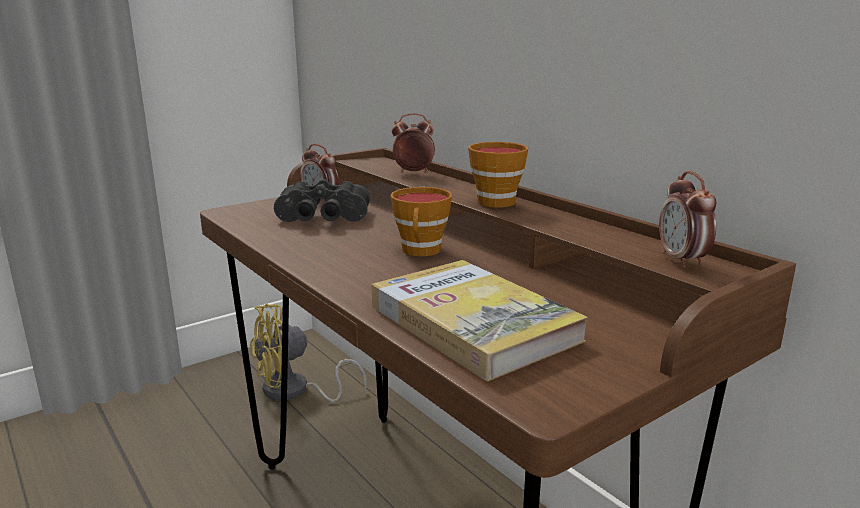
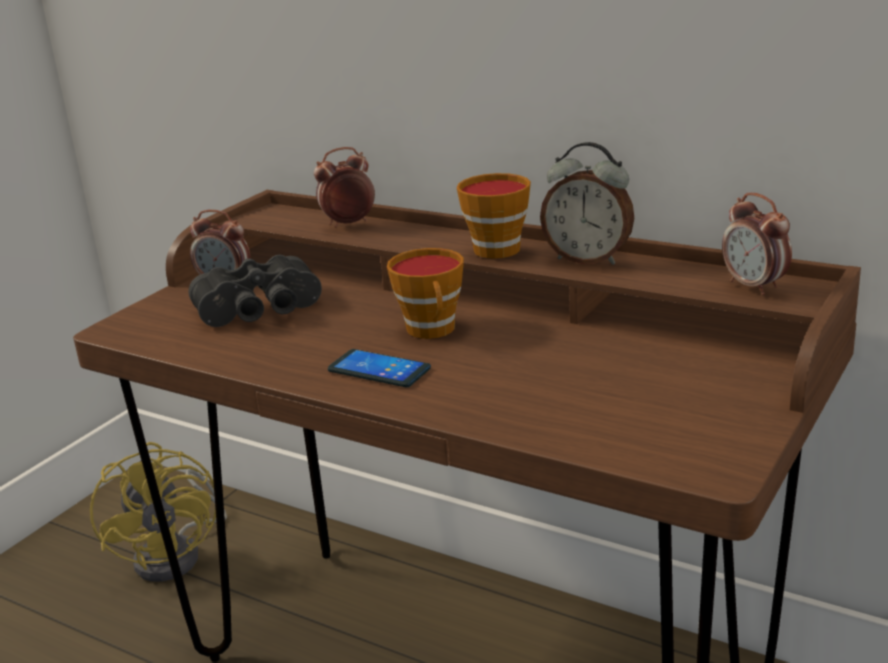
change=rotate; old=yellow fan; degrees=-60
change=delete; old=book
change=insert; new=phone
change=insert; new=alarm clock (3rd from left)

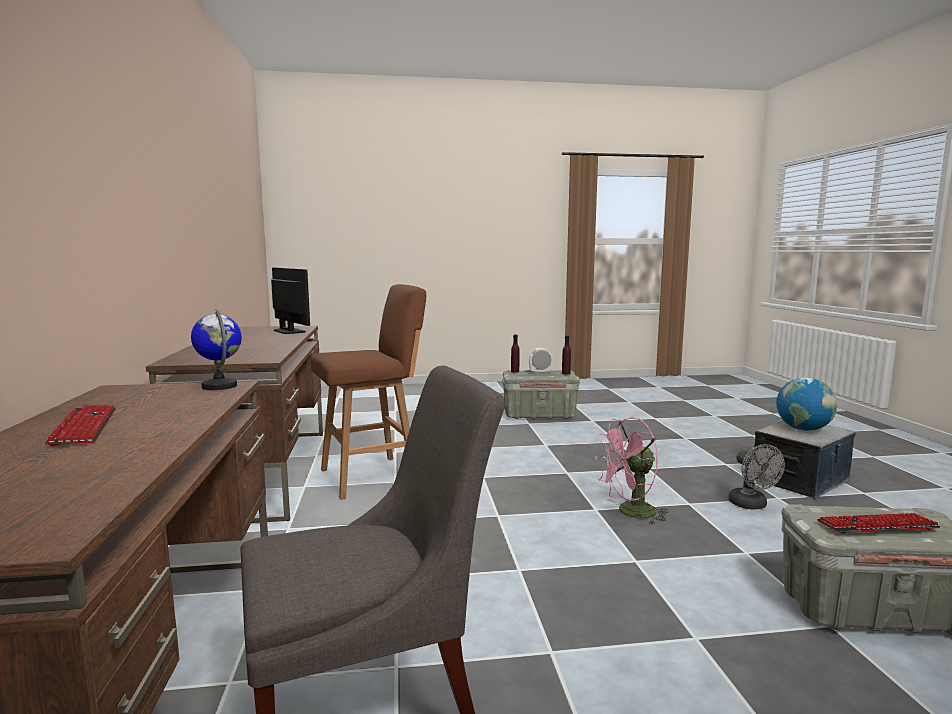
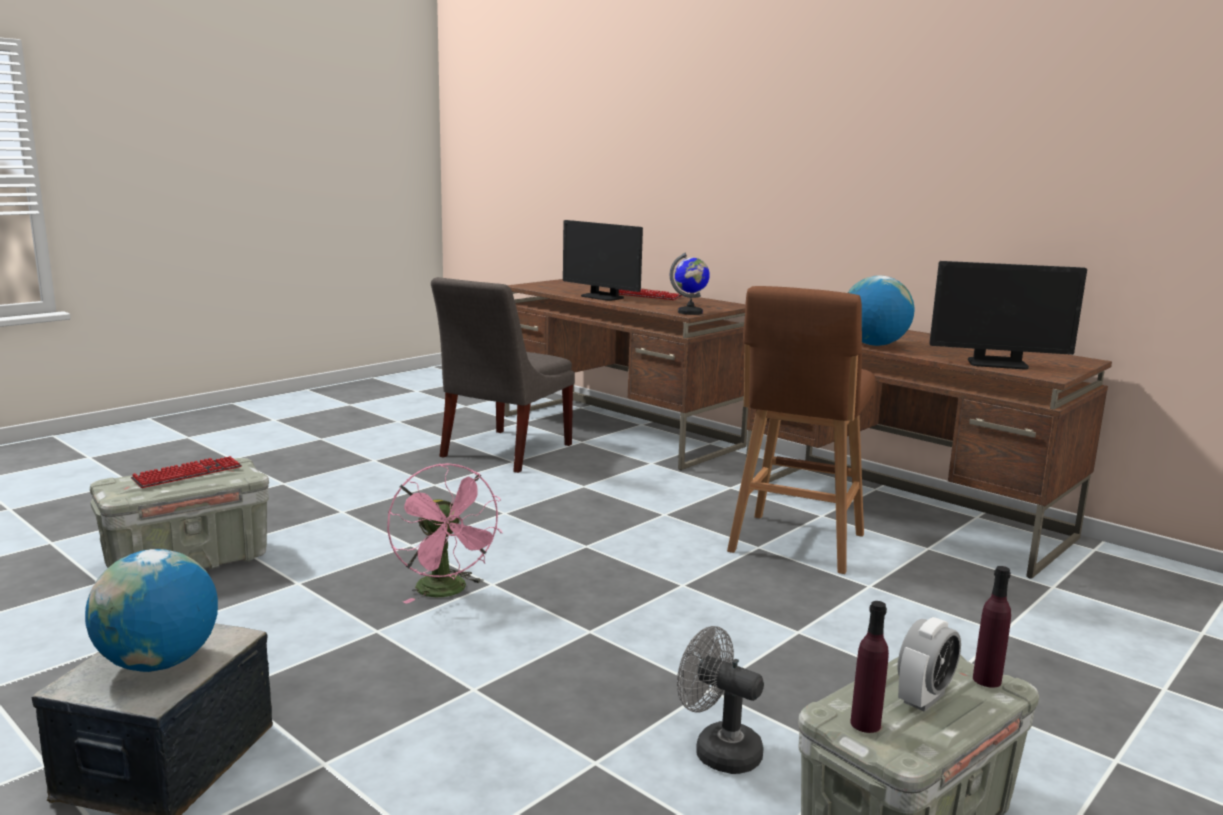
change=rotate; old=pink fan; degrees=120
change=move; old=grey fan
change=insert; new=monitor (1st from left)
change=insert; new=globe (3rd from left)

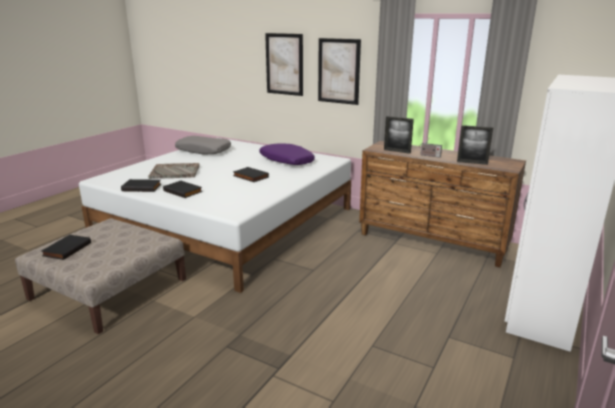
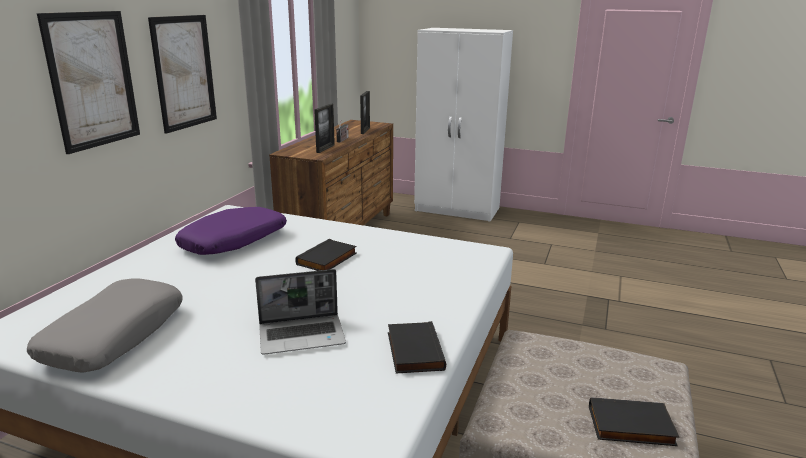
change=replace; old=grey tray; new=laptop
change=delete; old=black book (3rd from left)

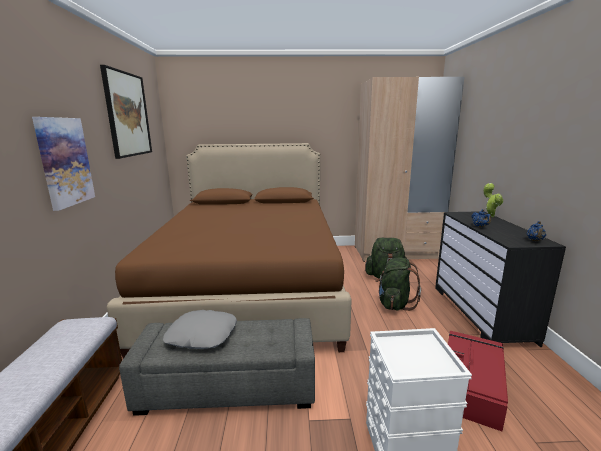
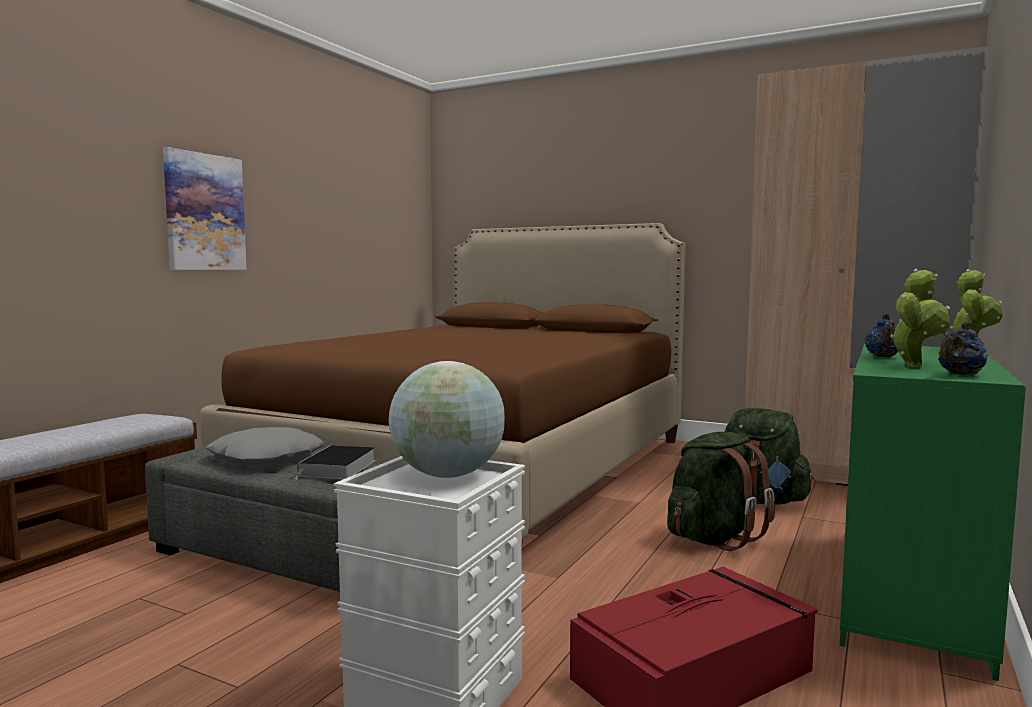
change=delete; old=picture (2nd from left)
change=recolor; old=black dresser; new=green dresser
change=insert; new=book
change=insert; new=globe
change=insert; new=potted plant (1st from left)

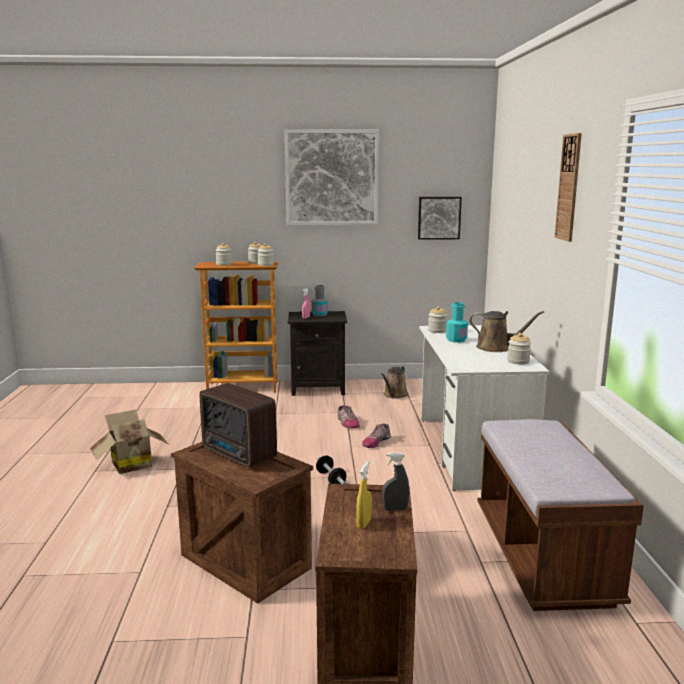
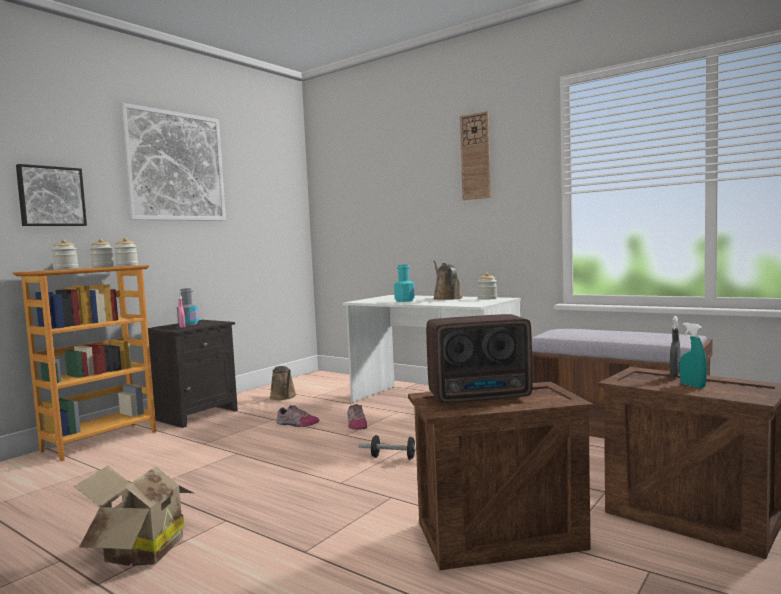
change=recolor; old=yellow spray bottle; new=turquoise spray bottle
change=move; old=picture (2nd from left in the first image); new=picture (1st from left)
change=delete; old=jar (4th from left)
change=rotate; old=brown watering can (2nd from left); degrees=-75

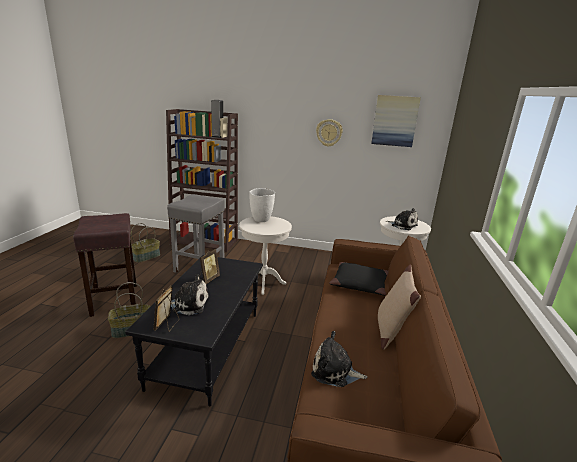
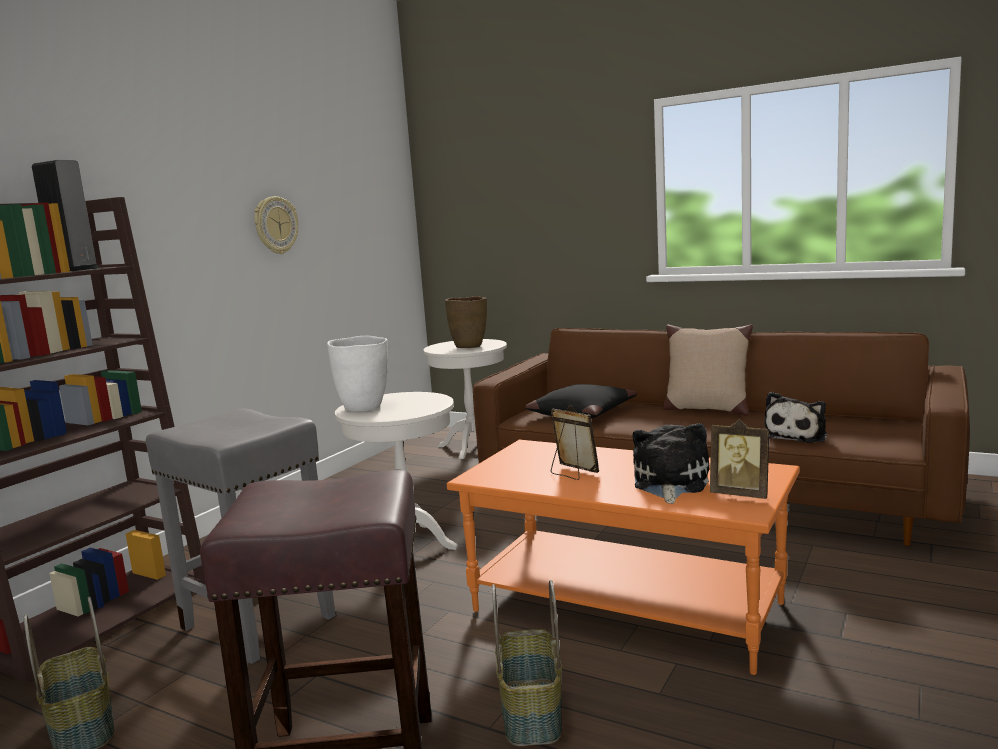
change=recolor; old=black coffee table; new=orange coffee table
change=delete; old=picture
change=replace; old=plush toy (3rd from left); new=brown vase

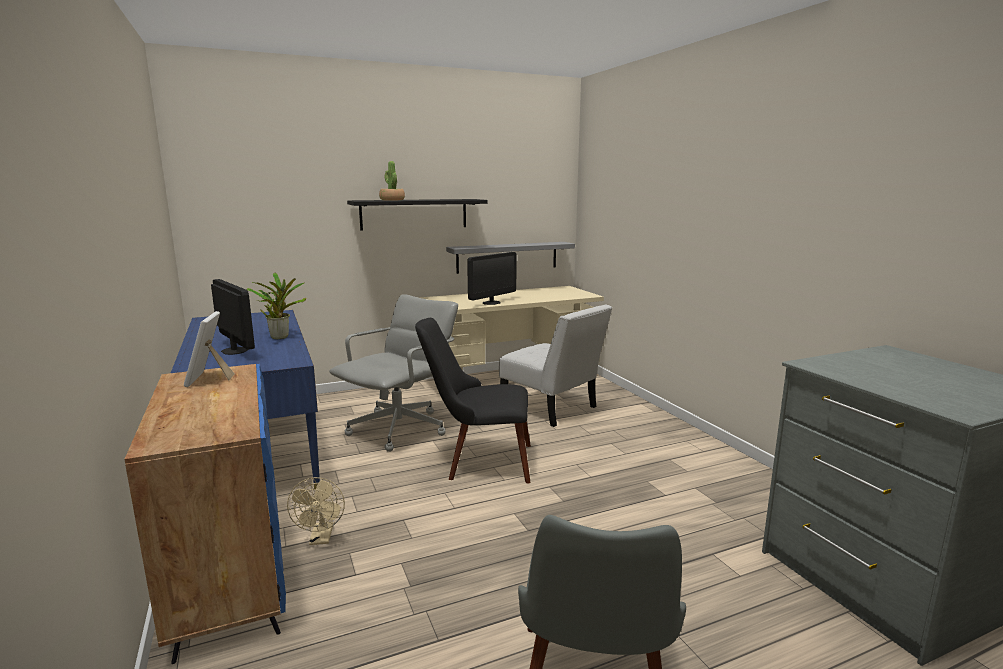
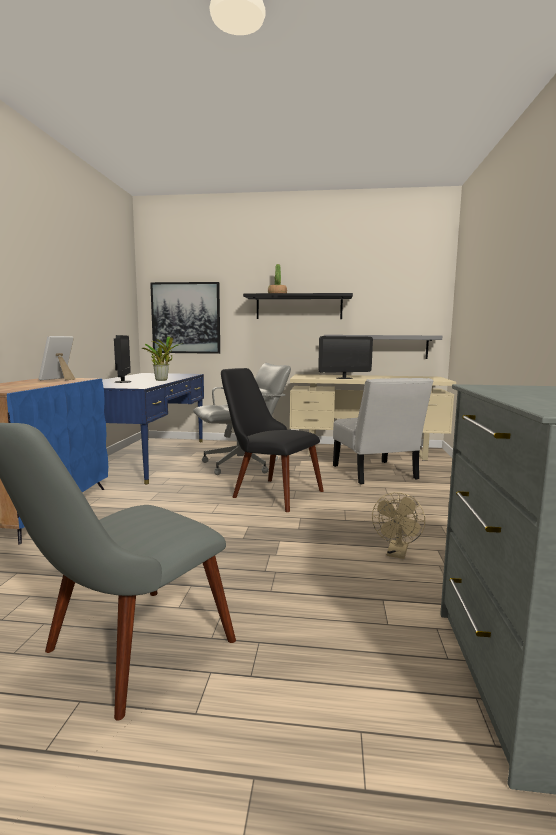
change=move; old=beige fan
change=insert; new=picture

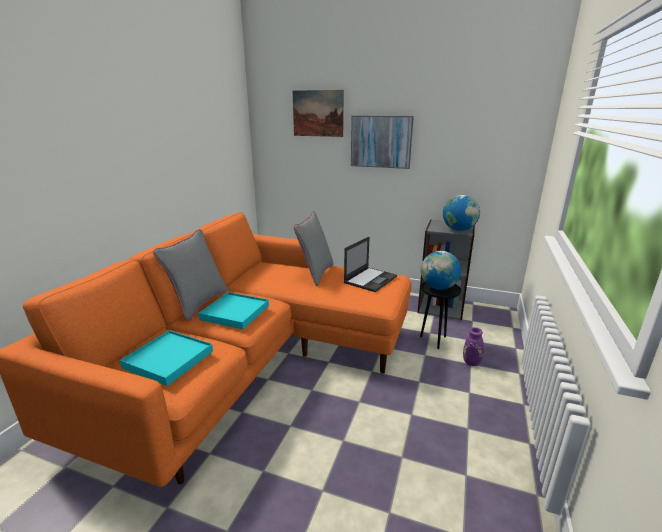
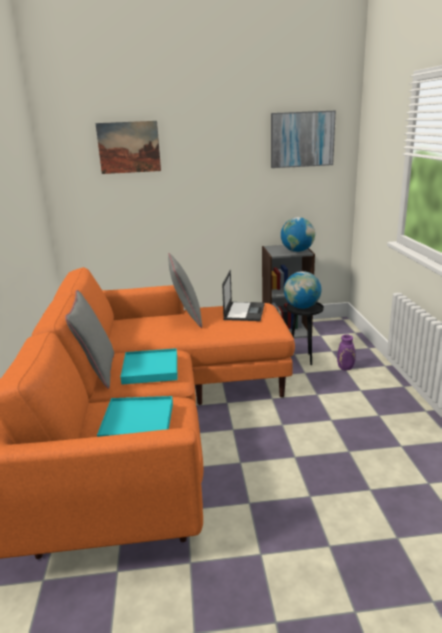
change=move; old=picture (2nd from left)

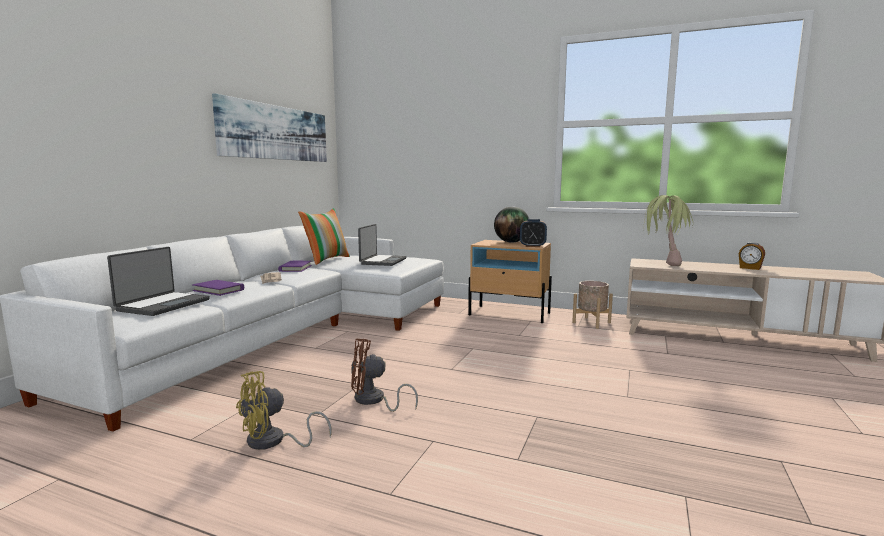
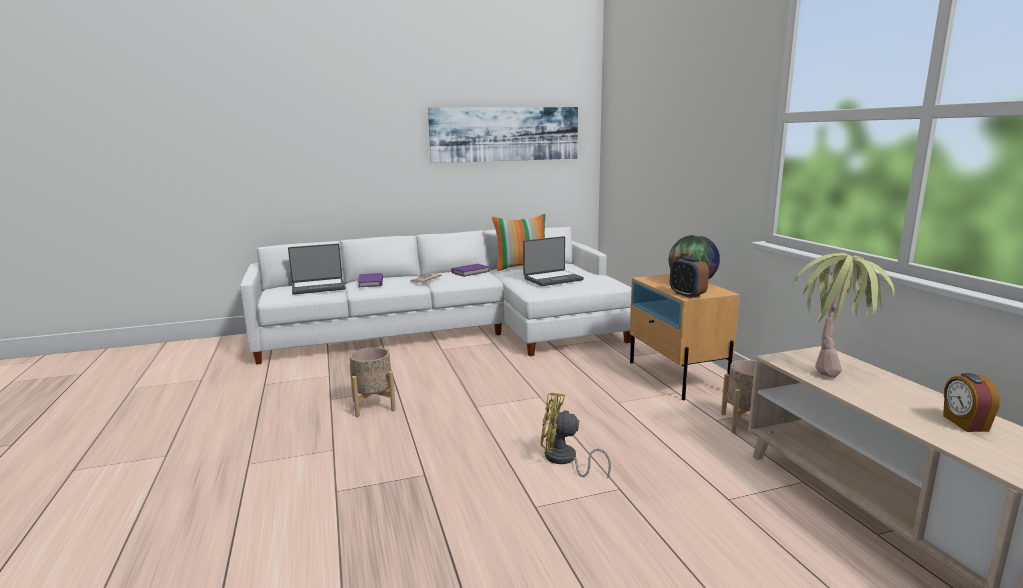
change=move; old=yellow fan
change=replace; old=brown fan; new=beige planter (1st from left)

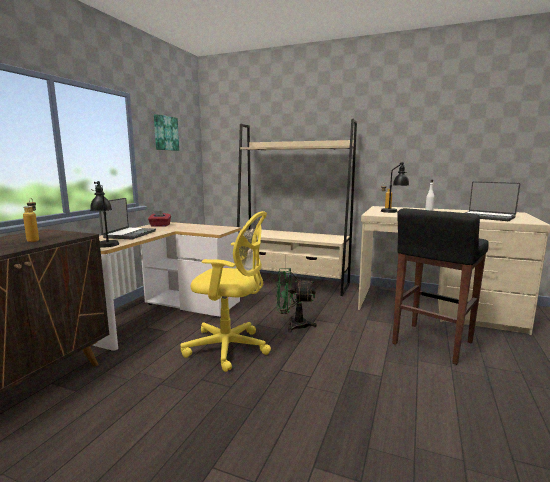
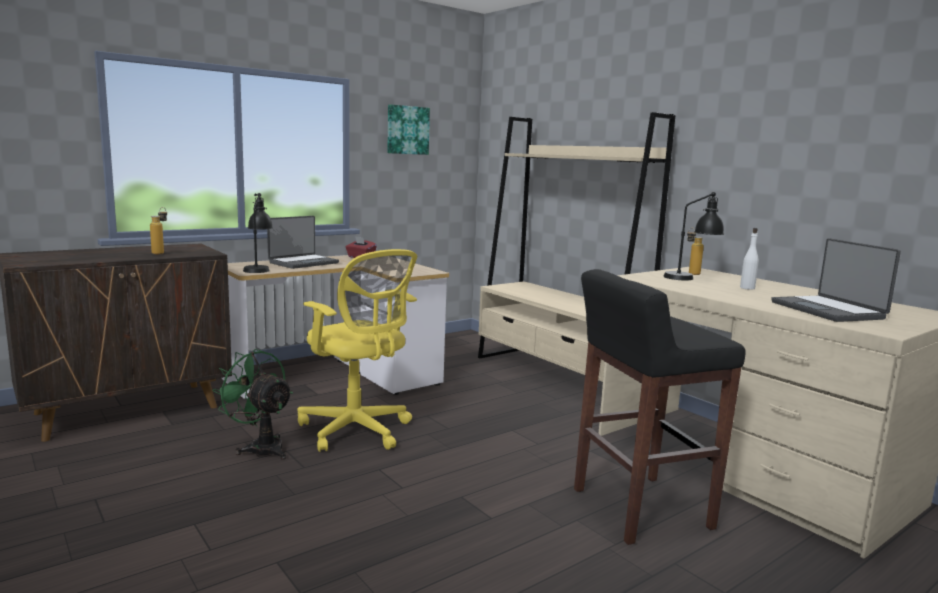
change=move; old=green fan

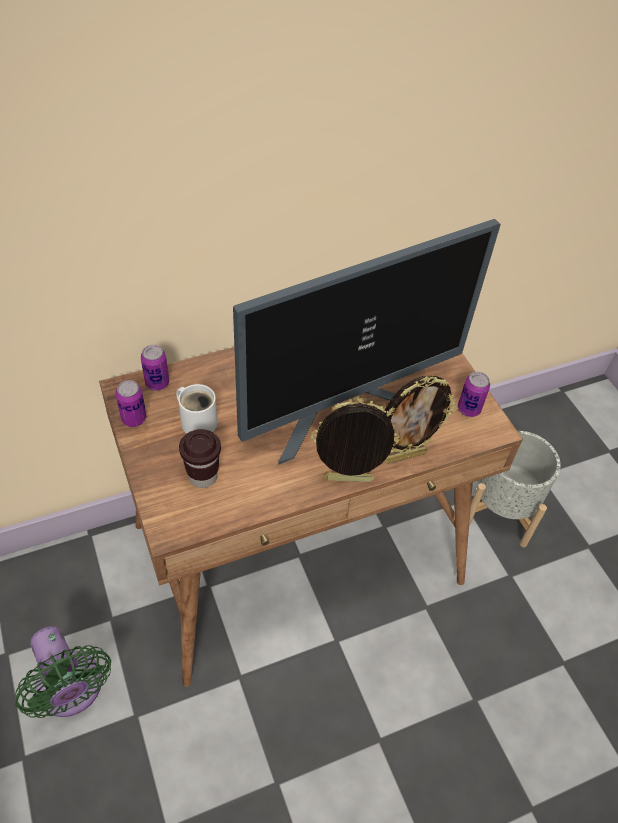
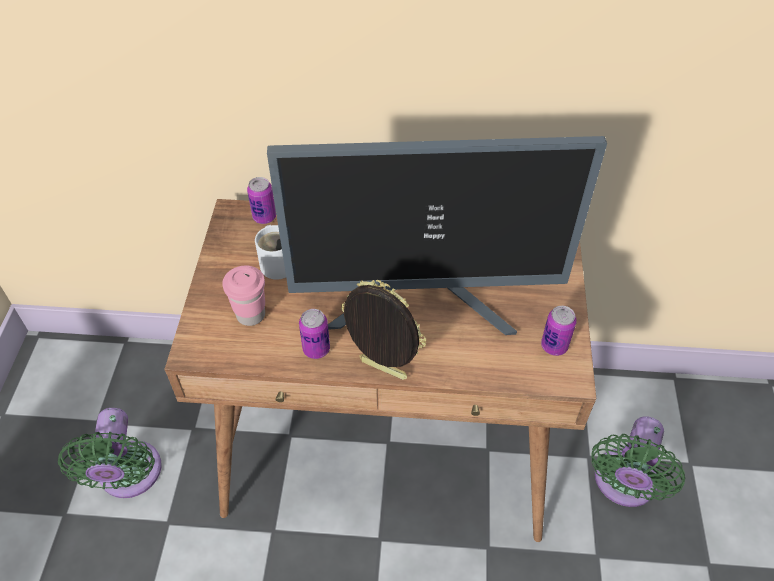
change=move; old=can (1st from left in the first image); new=can (2nd from left)
change=recolor; old=brown cup; new=pink cup
change=delete; old=picture frame (2nd from left)
change=replace; old=grey planter; new=green fan (2nd from left)

